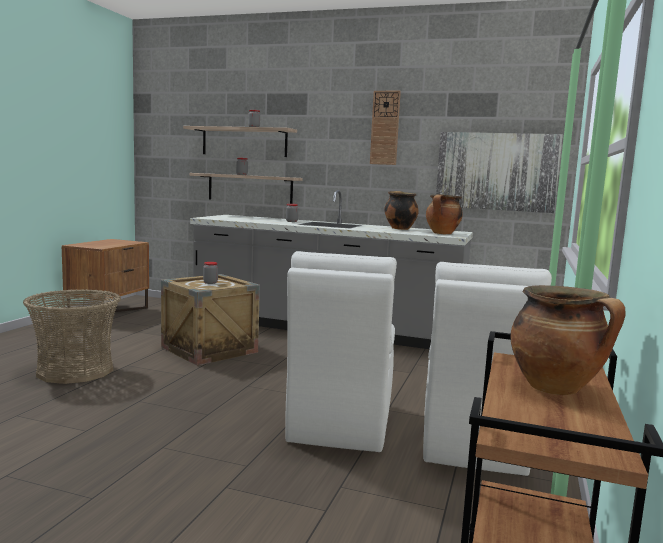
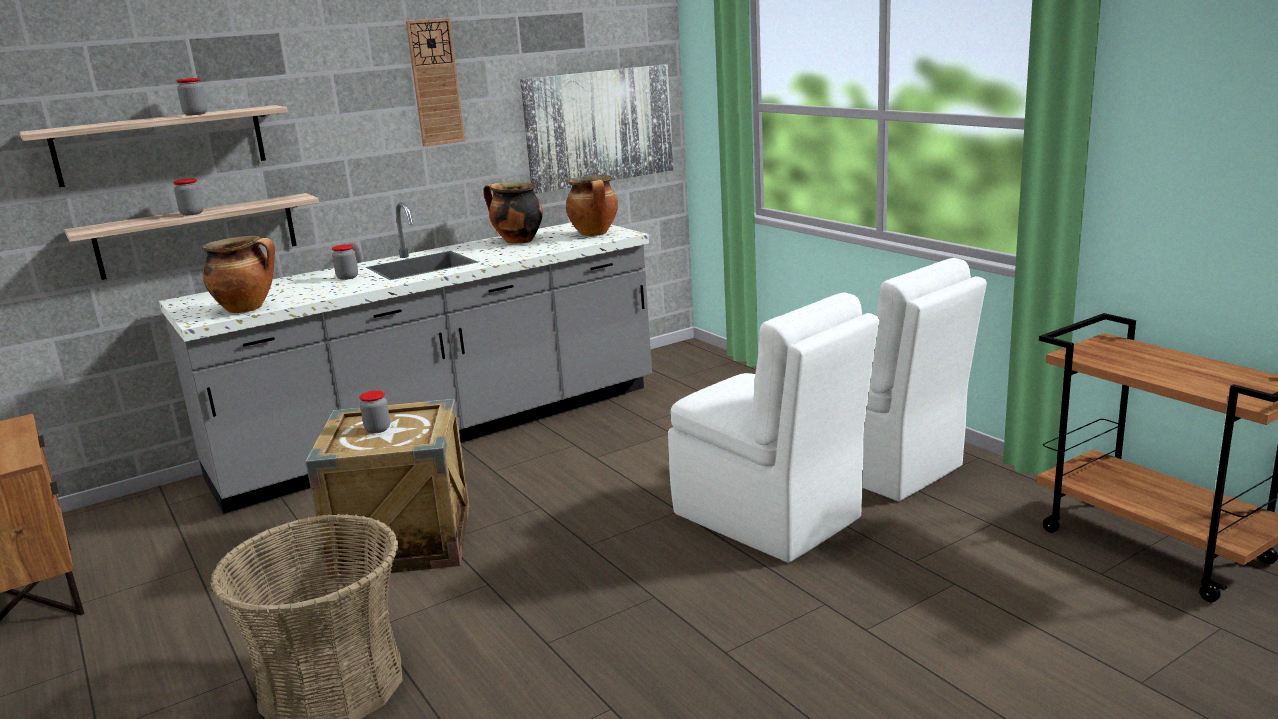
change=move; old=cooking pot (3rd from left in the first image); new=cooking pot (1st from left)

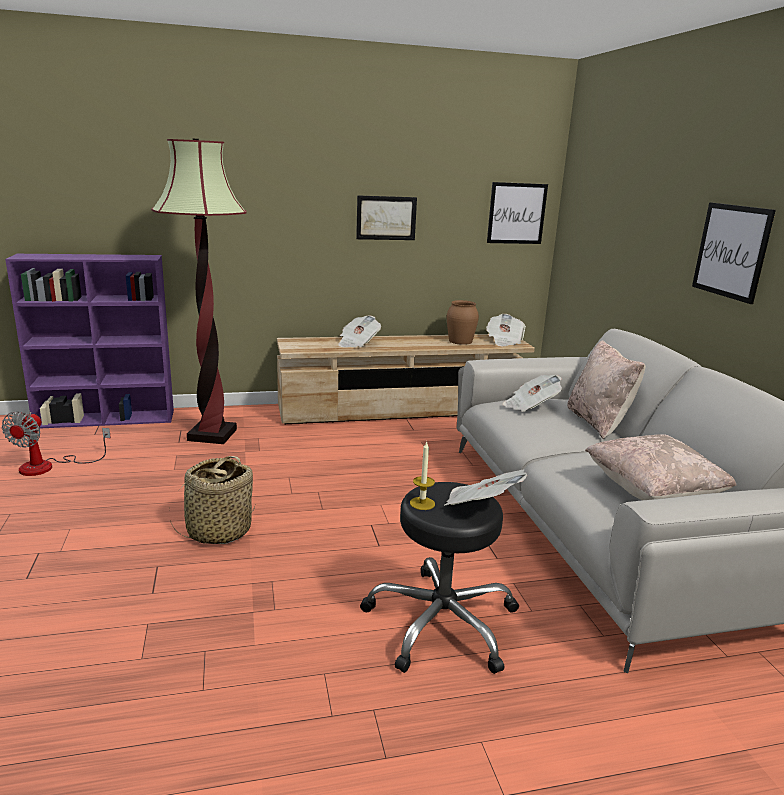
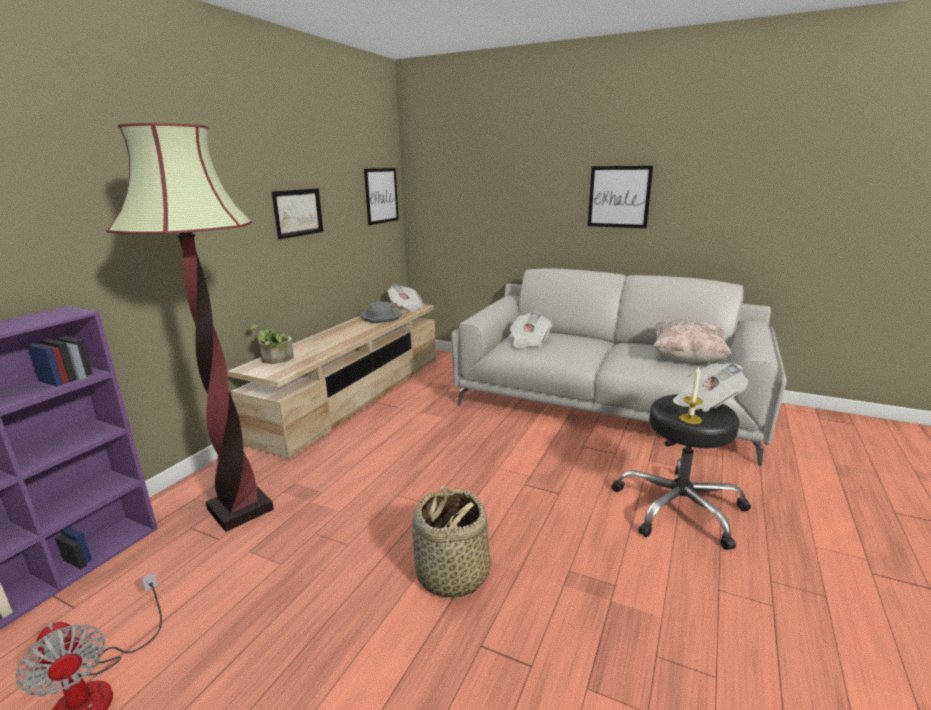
change=delete; old=newspaper (1st from left)
change=replace; old=brown vase; new=grey hat
change=delete; old=beige pillow (1st from left)
change=insert; new=potted plant

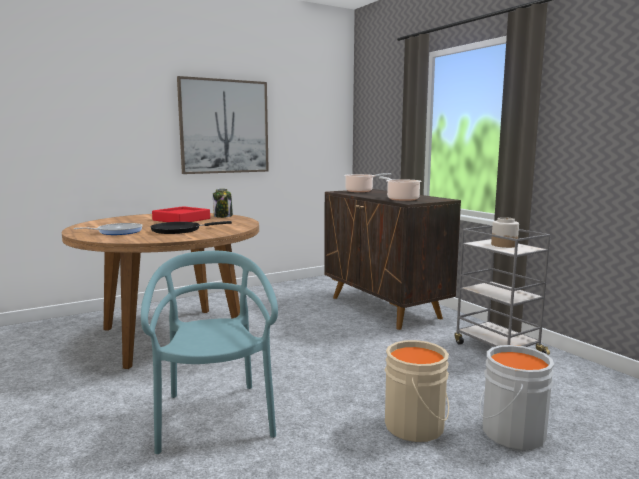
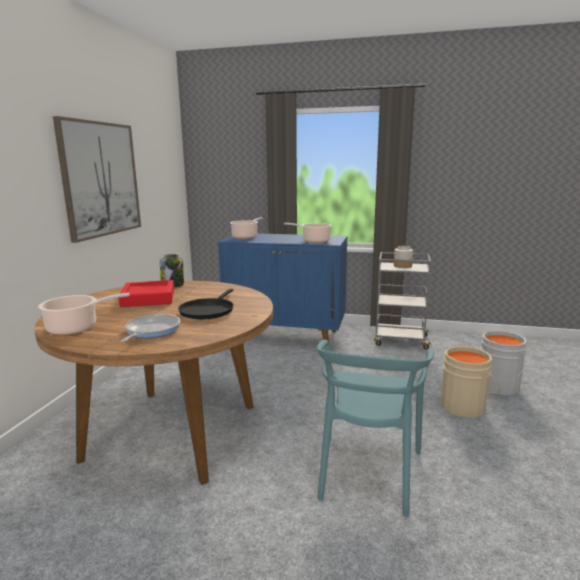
change=rotate; old=turquoise chair; degrees=-105
change=recolor; old=brown cabinet; new=blue cabinet
change=insert; new=cooking pot (1st from left)

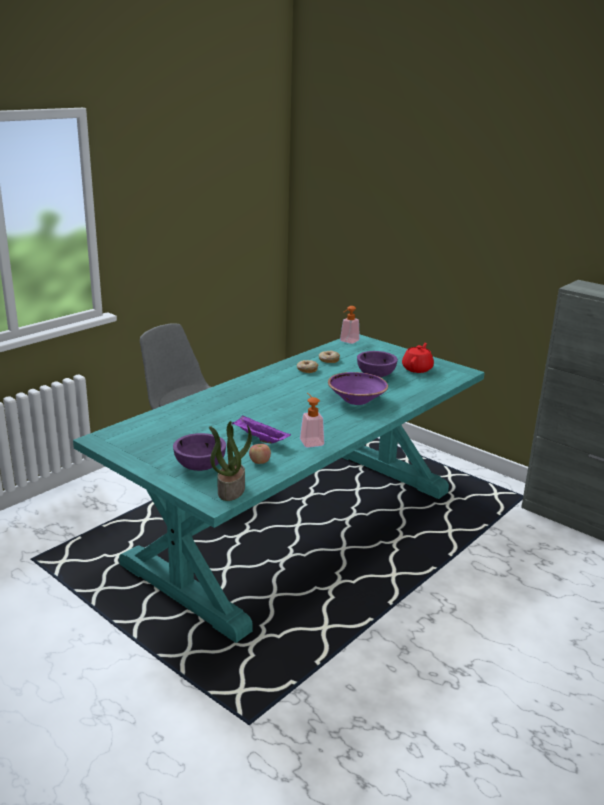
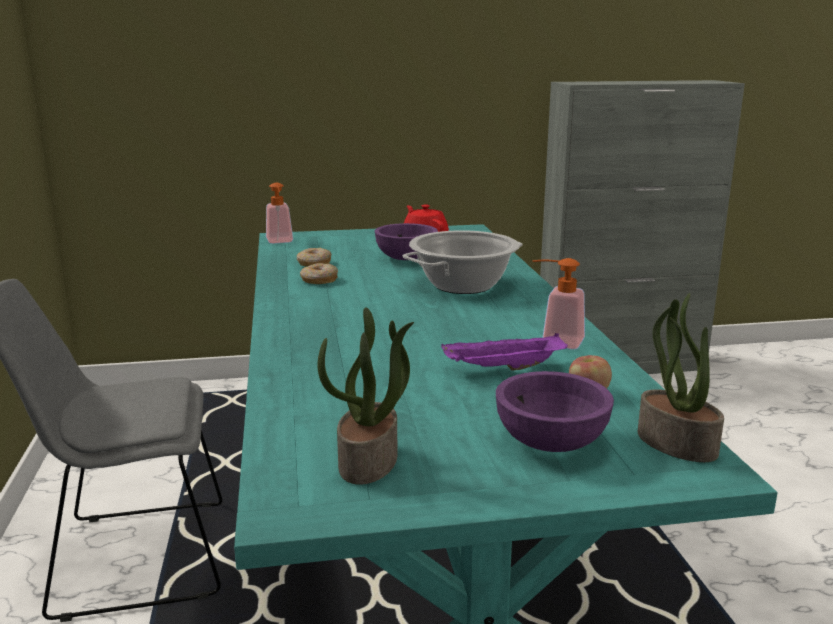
change=replace; old=purple bowl (2nd from left); new=cooking pot
change=insert; new=potted plant (1st from left)

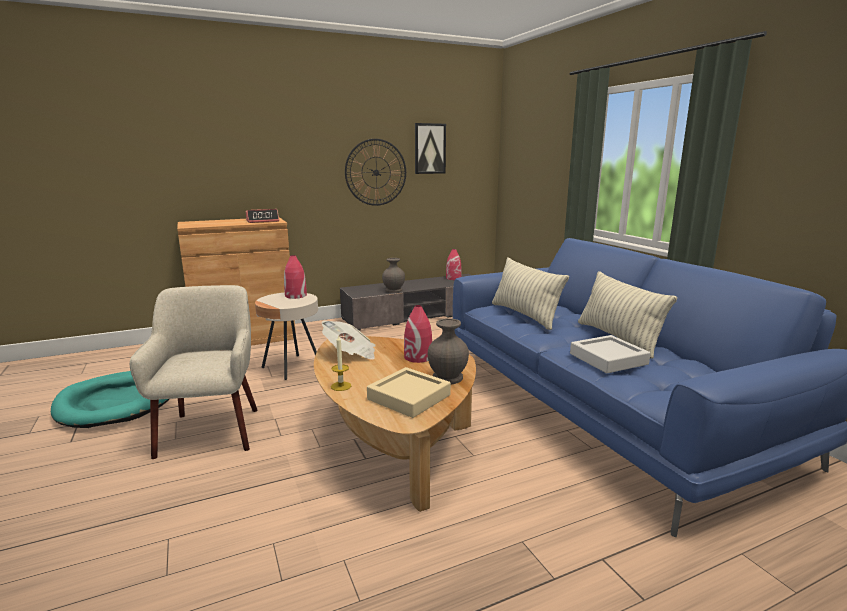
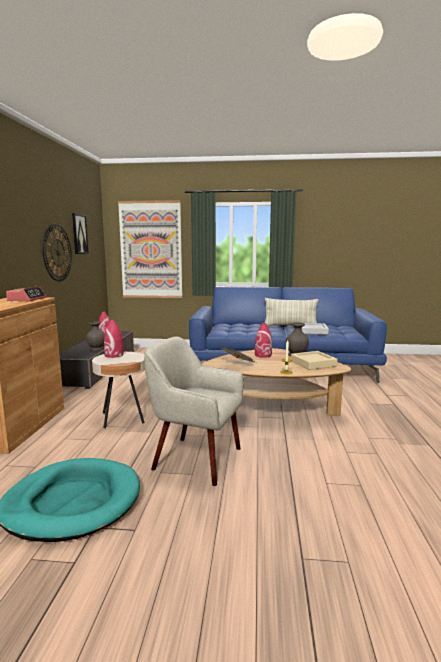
change=delete; old=pillow (1st from left)
change=insert; new=picture (2nd from left)

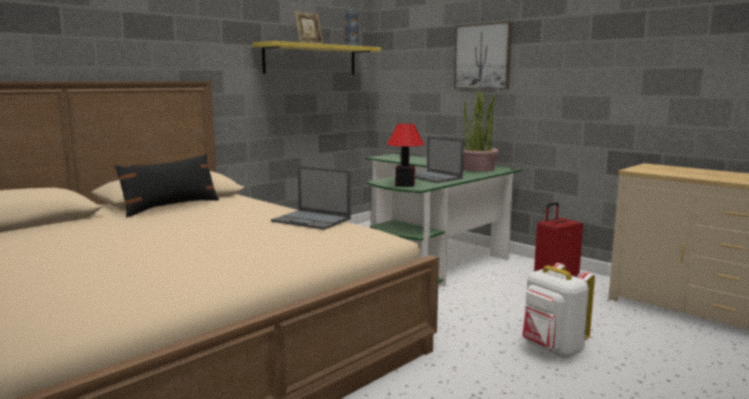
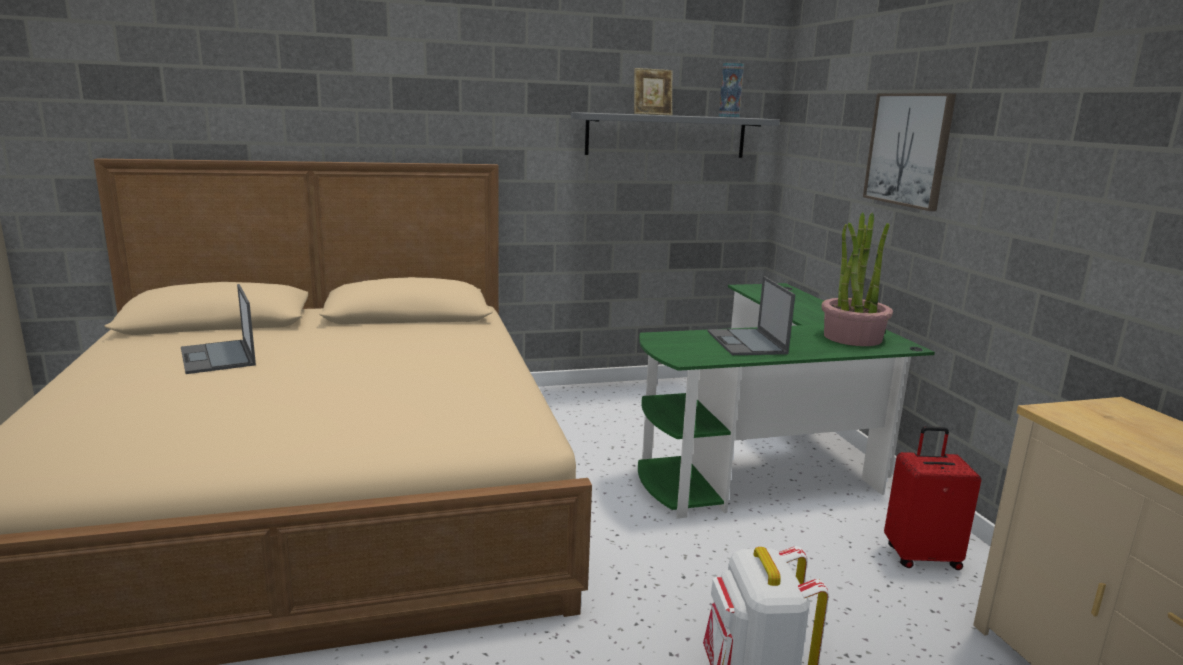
change=delete; old=black pillow
change=recolor; old=yellow shelf; new=grey shelf
change=move; old=laptop (1st from left)
change=delete; old=table lamp

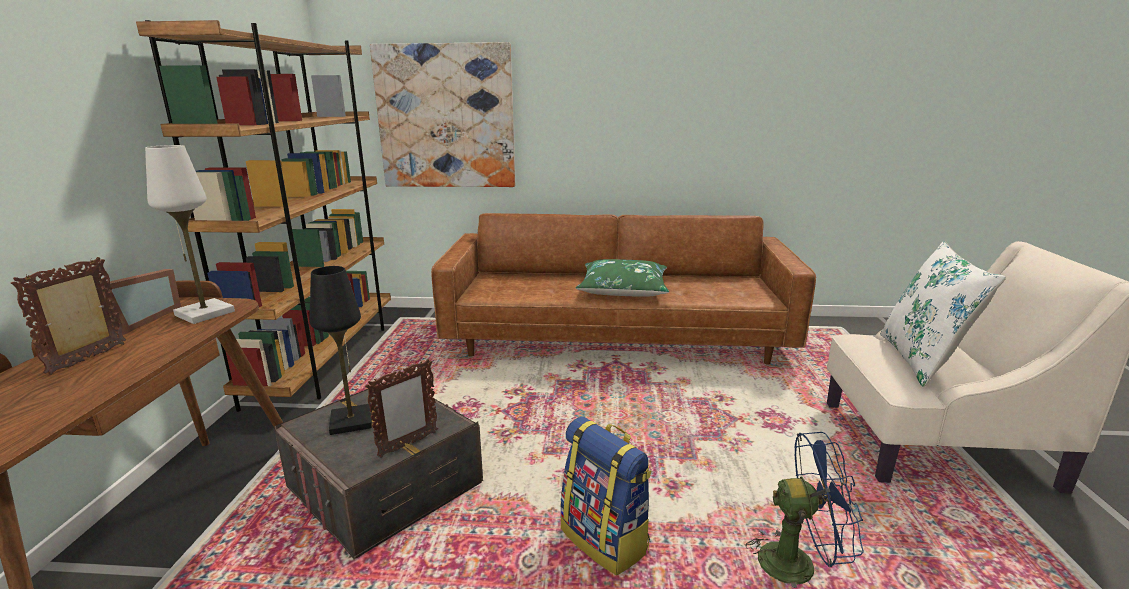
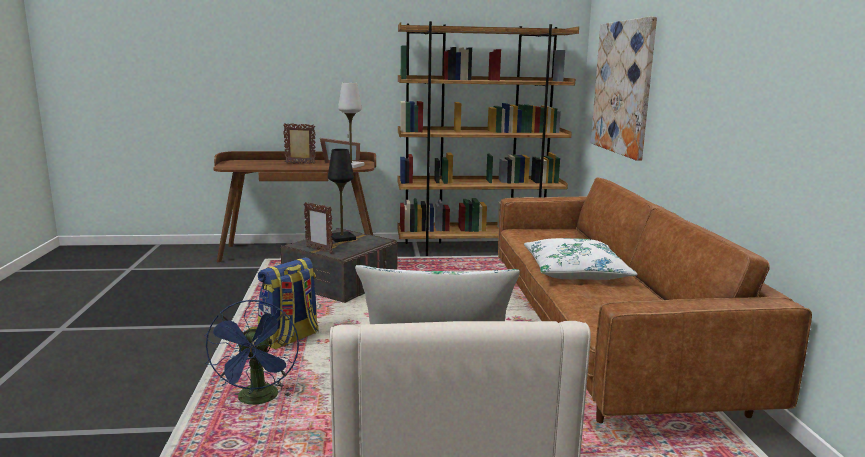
change=recolor; old=green pillow; new=white pillow (2nd from left)

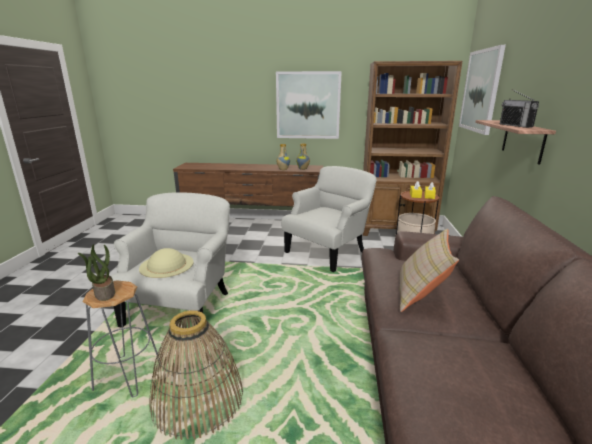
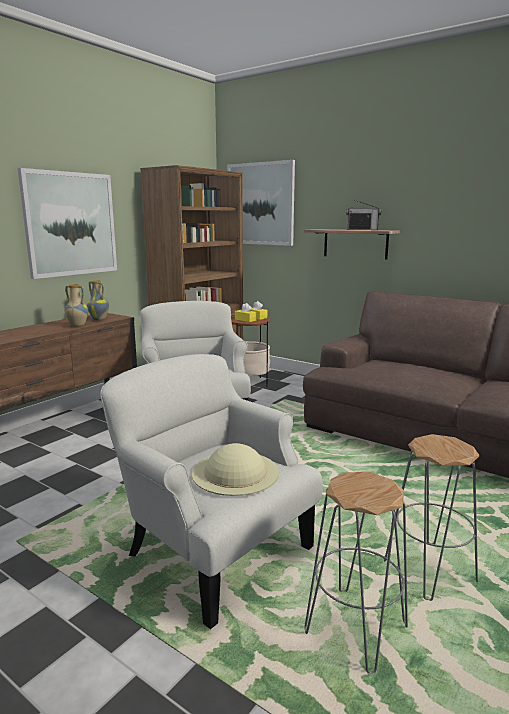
change=delete; old=potted plant
change=replace; old=basket; new=grey stool (2nd from left)
change=delete; old=beige pillow

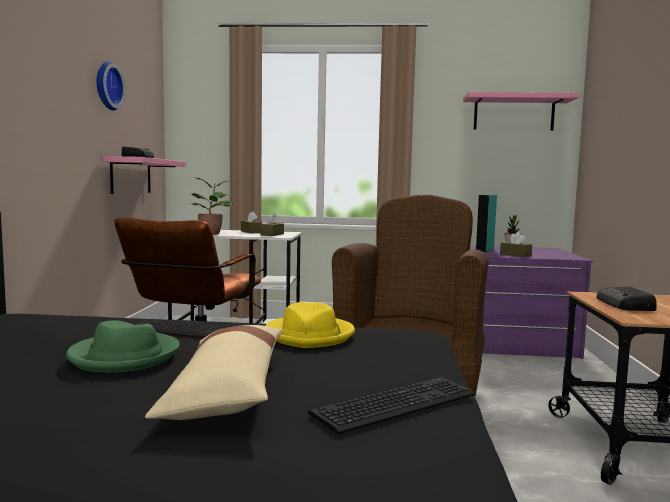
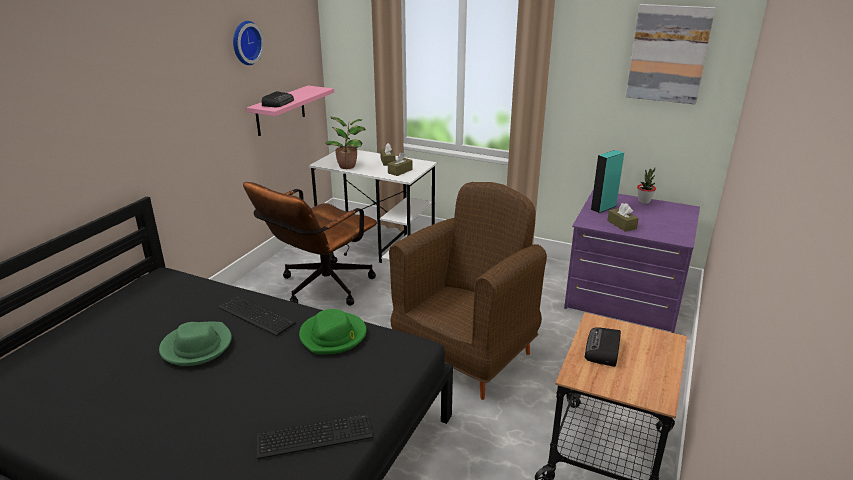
change=delete; old=beige pillow
change=recolor; old=yellow hat; new=green hat (2nd from left)
change=replace; old=pink shelf (2nd from left); new=picture

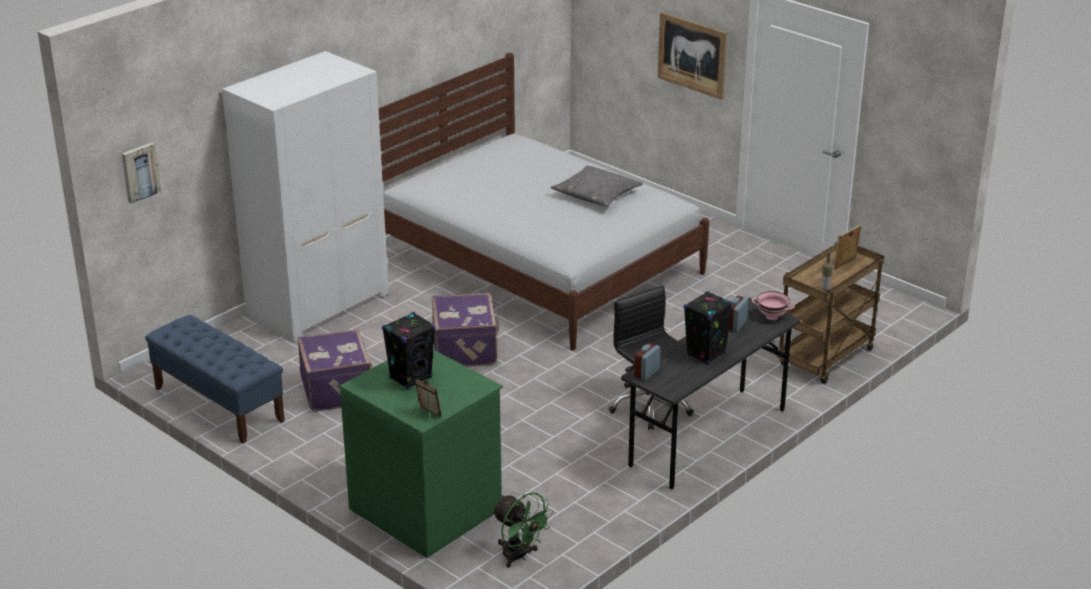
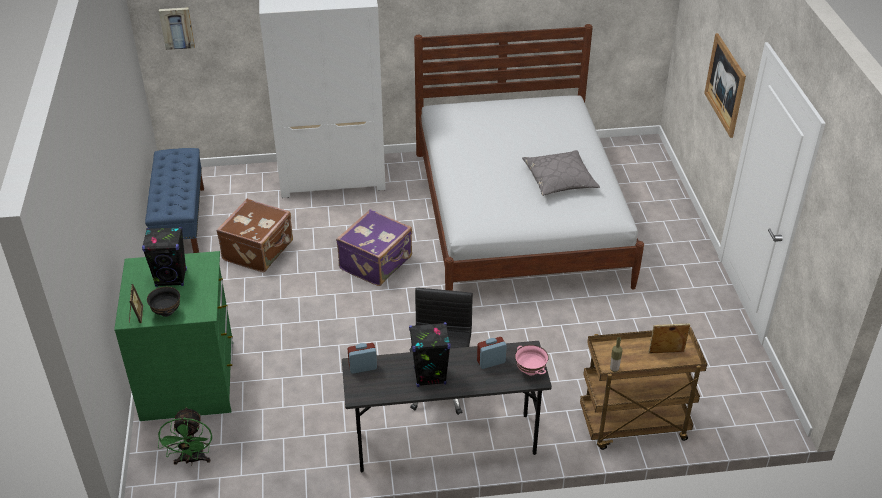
change=recolor; old=purple suitcase (1st from left); new=brown suitcase
change=insert; new=black bowl

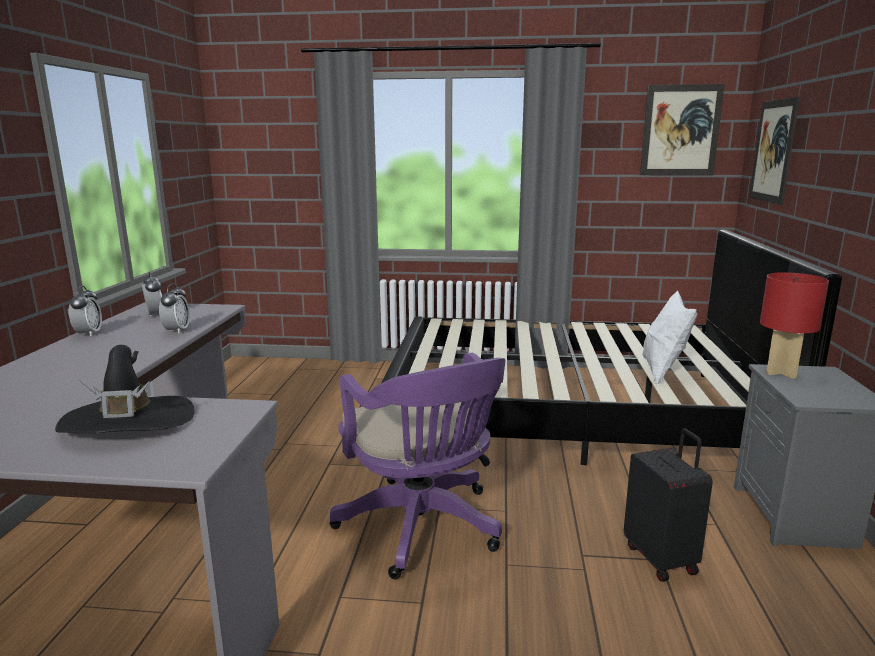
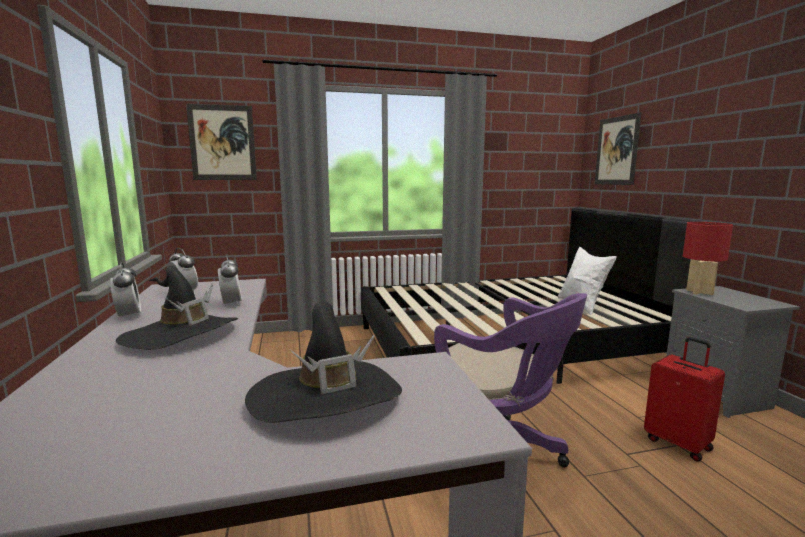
change=recolor; old=black suitcase; new=red suitcase
change=move; old=picture (1st from left)
change=insert; new=black hat (1st from left)

